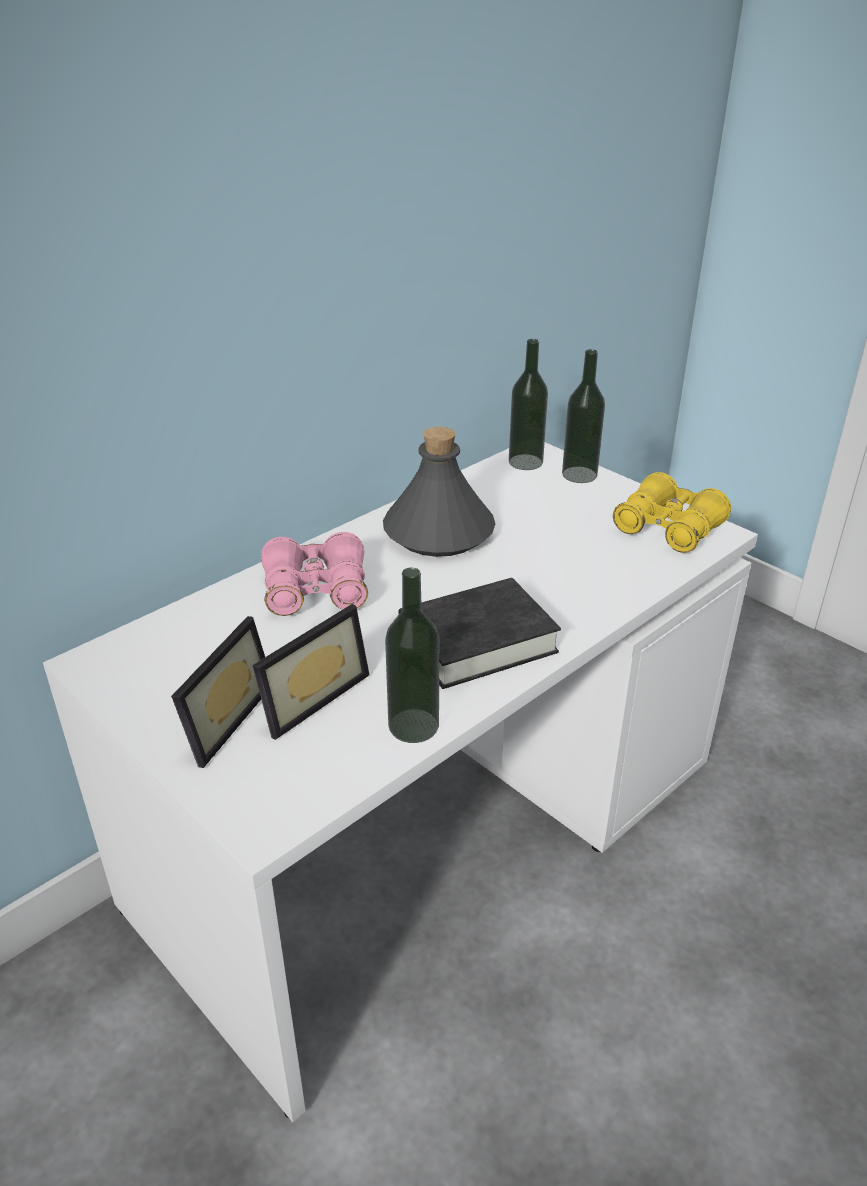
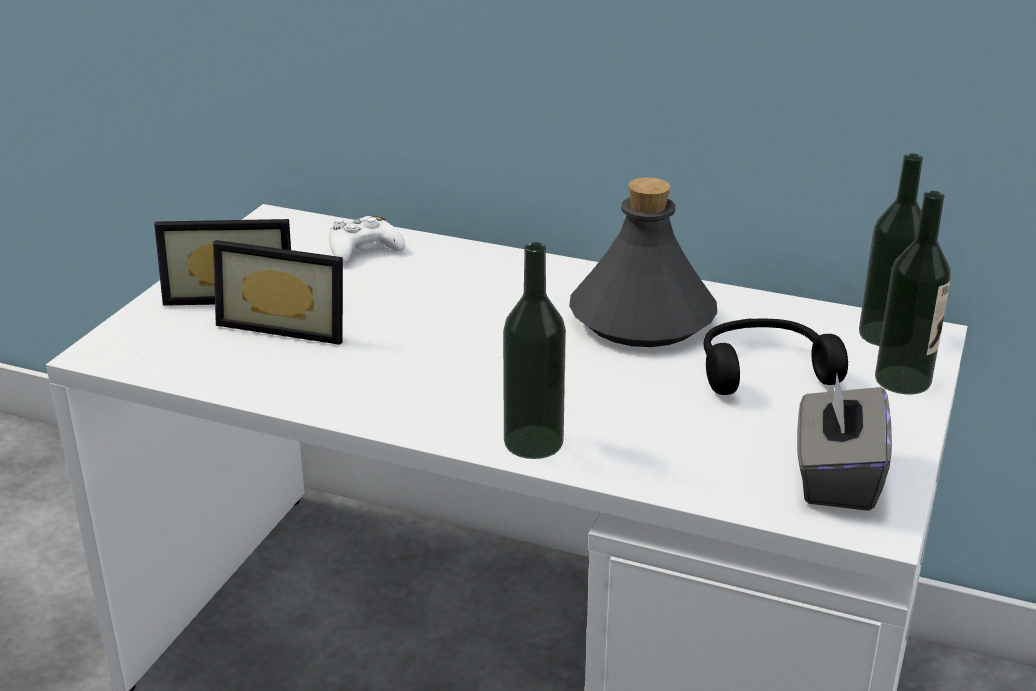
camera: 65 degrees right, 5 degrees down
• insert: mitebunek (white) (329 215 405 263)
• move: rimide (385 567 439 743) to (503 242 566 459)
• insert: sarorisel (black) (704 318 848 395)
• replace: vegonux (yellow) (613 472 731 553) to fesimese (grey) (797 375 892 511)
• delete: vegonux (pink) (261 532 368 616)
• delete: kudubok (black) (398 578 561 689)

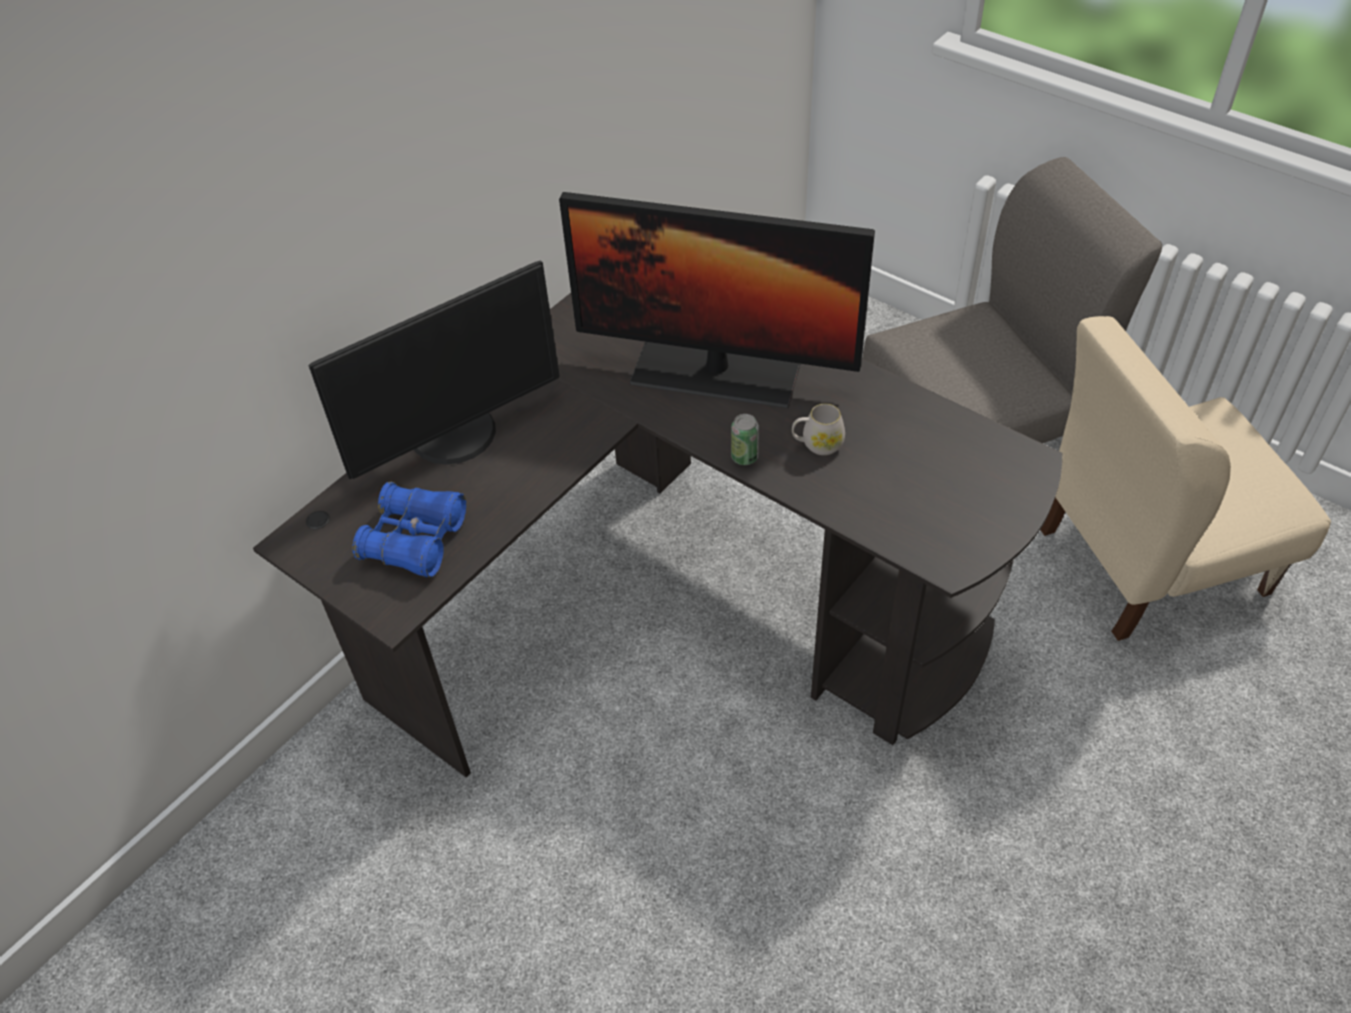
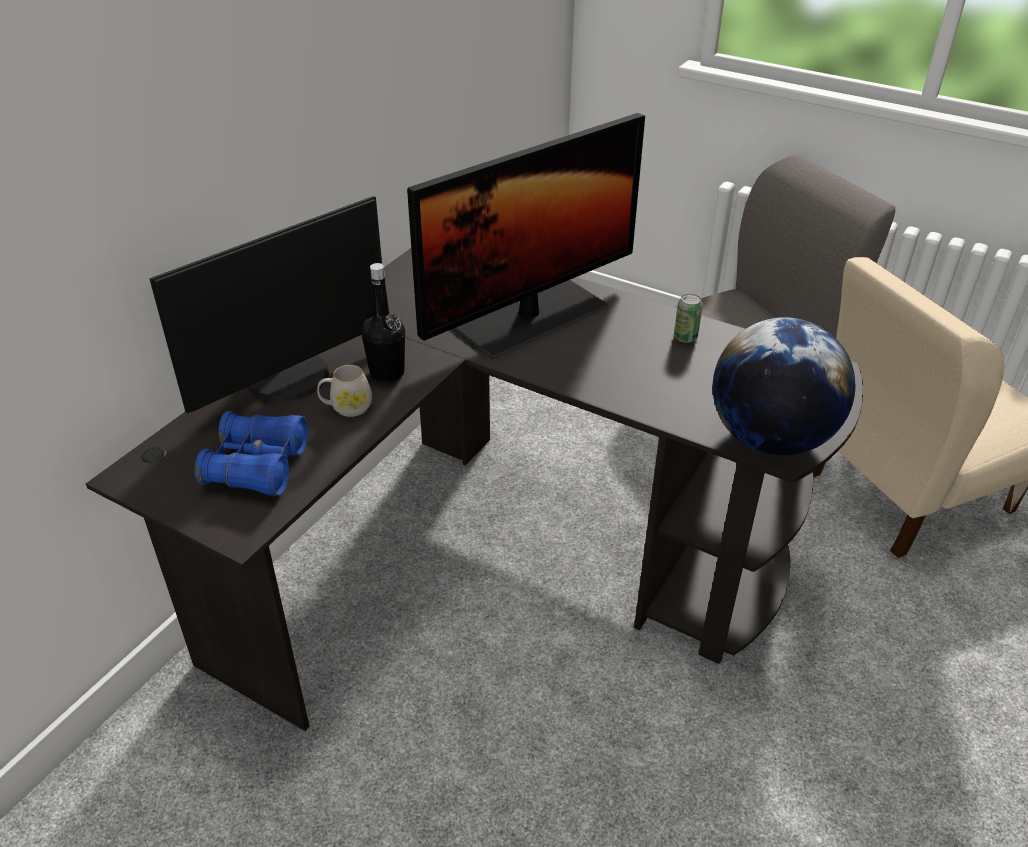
camera: 10 degrees left, 10 degrees down
• move: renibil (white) (792 404 845 455) to (317 365 372 417)
• insert: rimide (black) (361 263 405 382)
• rotate: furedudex (559 192 875 408) = (407 113 645 359) 45 degrees counterclockwise
• move: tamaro (731 414 759 465) to (674 294 703 343)
• insert: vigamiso (713 317 855 455)

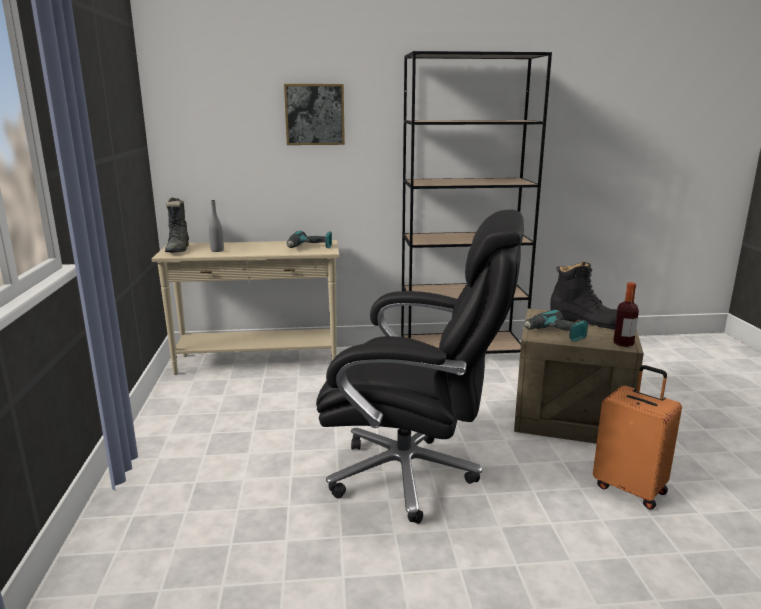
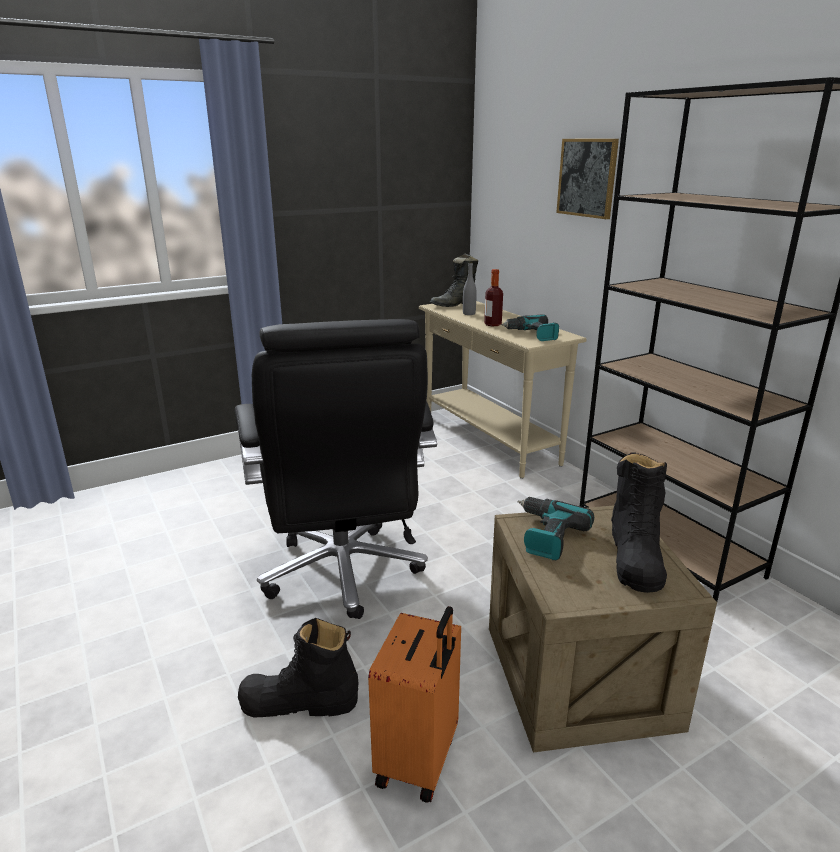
camera: 65 degrees right, 5 degrees up
• insert: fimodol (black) (238 618 358 717)
• move: rimide (613 282 639 347) to (484 269 503 326)

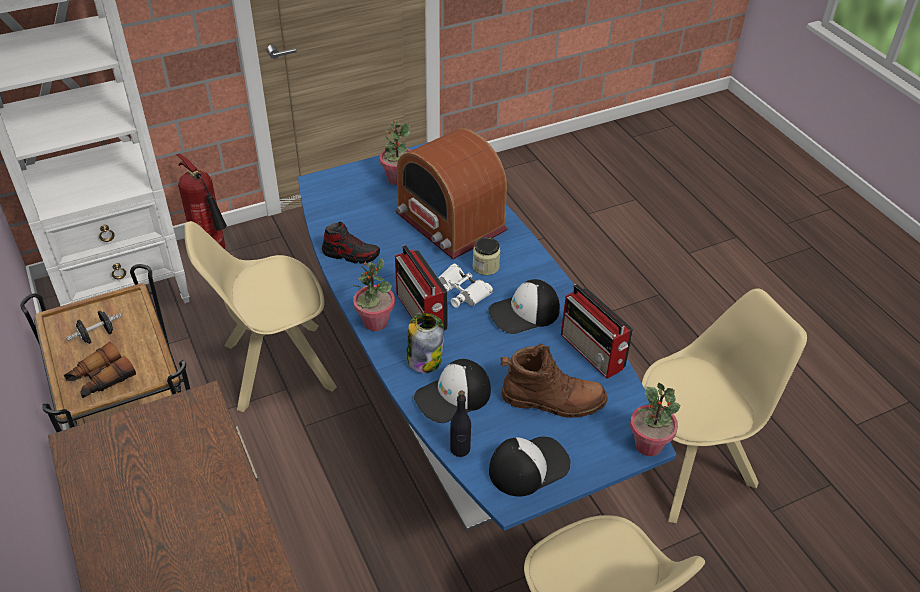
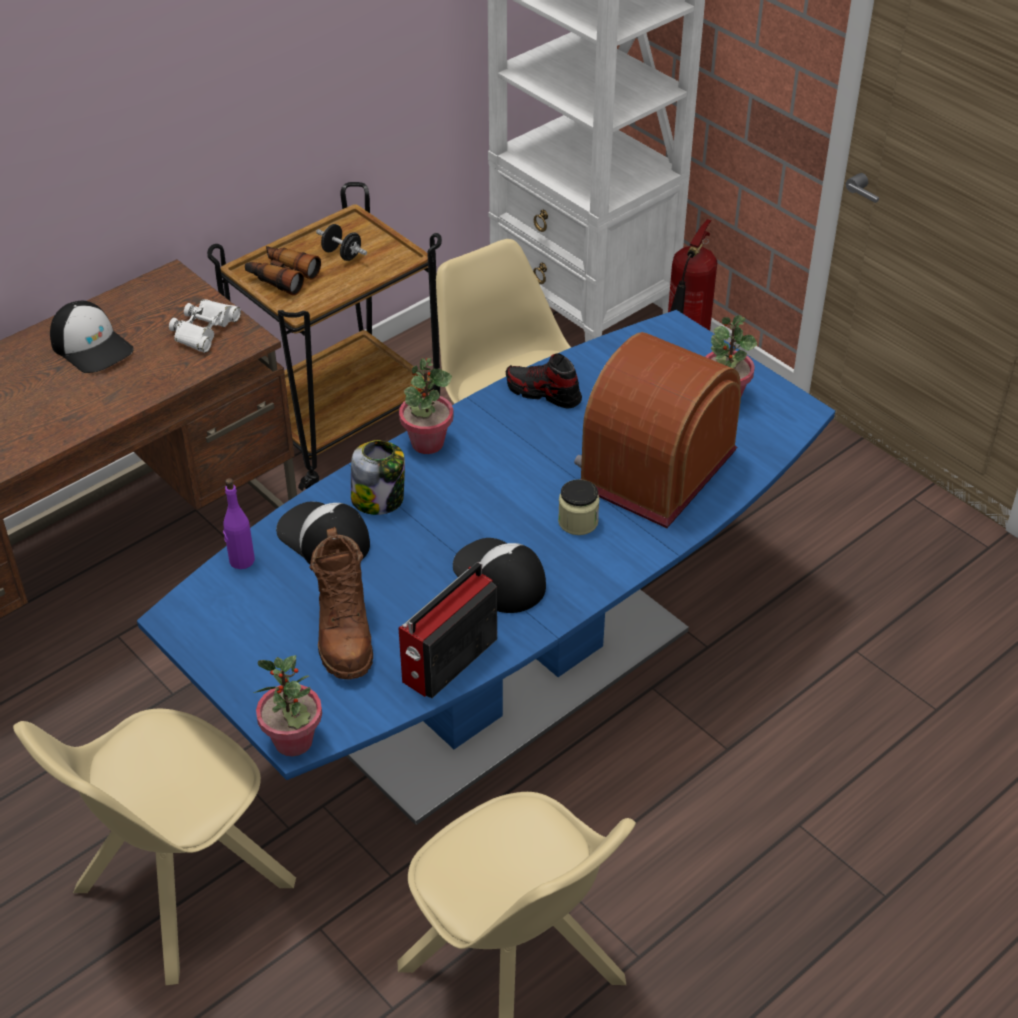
camera: 75 degrees right, 0 degrees up
• move: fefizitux (489 436 571 496) to (50 301 134 373)
• move: vegonux (white) (438 264 493 308) to (169 299 241 353)
• recolor: rimide (black) (450 390 471 457) to rimide (purple) (223 478 255 569)
• rotate: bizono (322 222 380 264) = (506 353 582 409) 120 degrees clockwise
• delete: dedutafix (395 245 448 331)

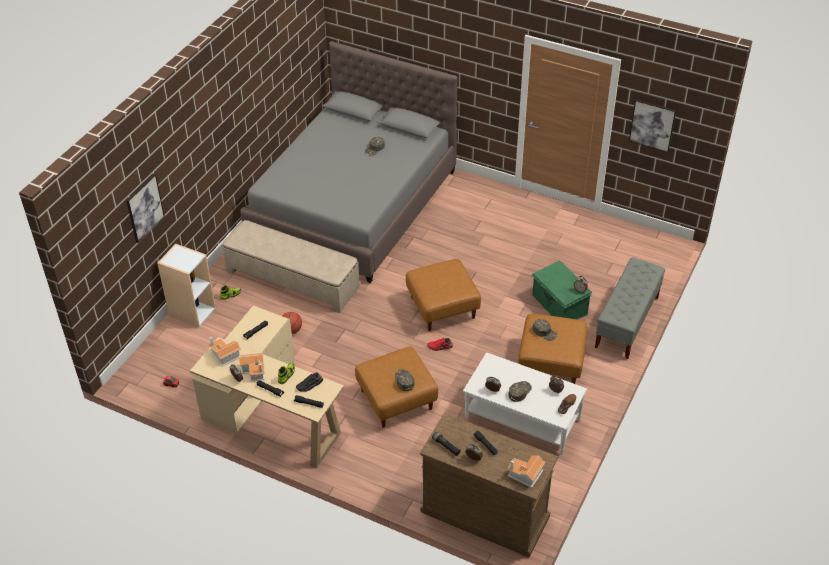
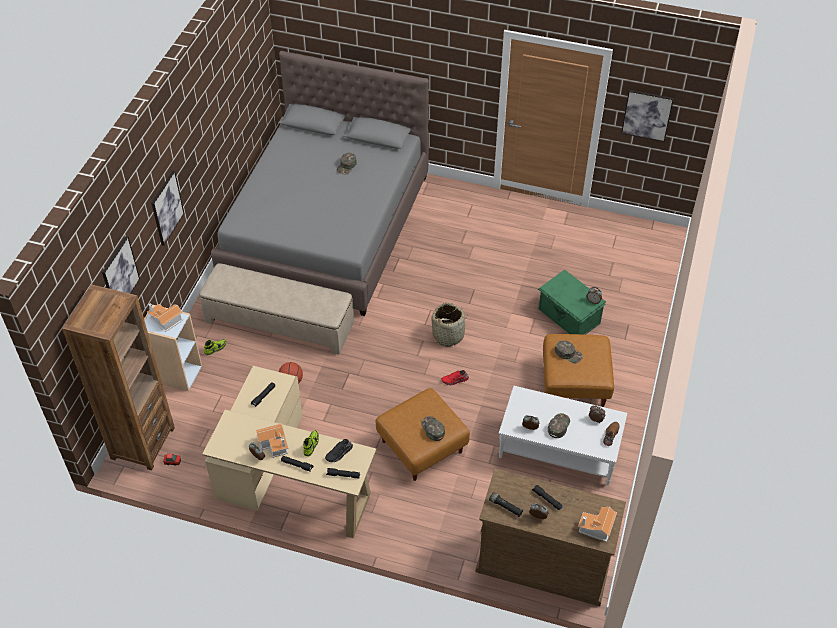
camera: 10 degrees left, 5 degrees up
• insert: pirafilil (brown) (62 284 175 470)
• move: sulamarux (208 337 241 366) to (147 303 183 332)
• insert: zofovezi (151 171 184 246)
• replace: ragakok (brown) (406 259 481 331) to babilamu (432 302 465 347)
• delete: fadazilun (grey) (595 257 665 359)

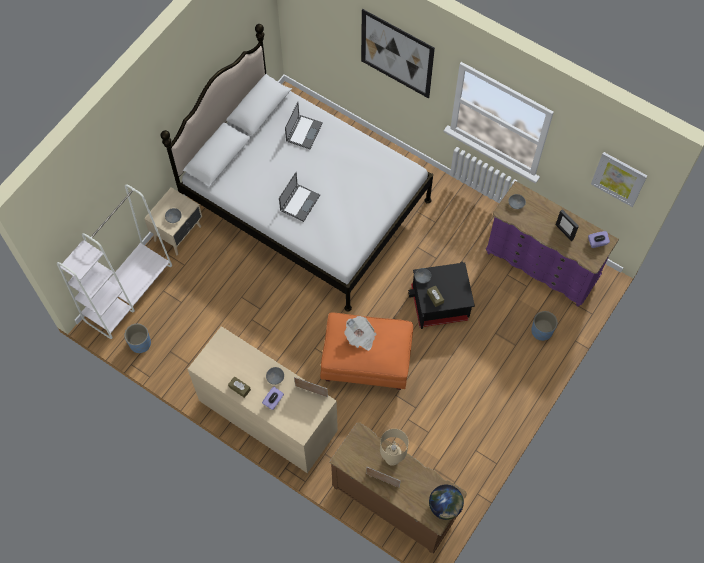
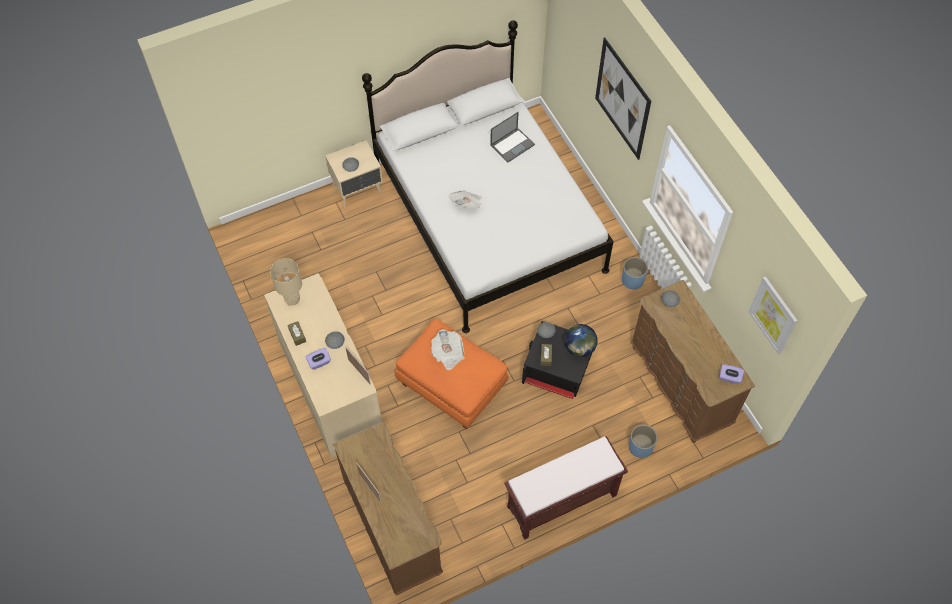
camera: 30 degrees right, 5 degrees down
• move: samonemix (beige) (380 429 408 466) to (270 258 302 306)
• replace: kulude (279 172 320 222) to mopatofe (450 190 482 209)
• insert: fadazilun (brown) (504 436 628 540)
• move: vigamiso (429 485 464 520) to (564 324 598 357)
• move: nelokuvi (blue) (124 324 151 353) to (622 257 648 289)
• recolor: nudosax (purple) (486 181 619 307) to nudosax (brown) (631 280 755 443)
• delete: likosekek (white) (57 184 172 339)
• delete: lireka (556 209 579 241)

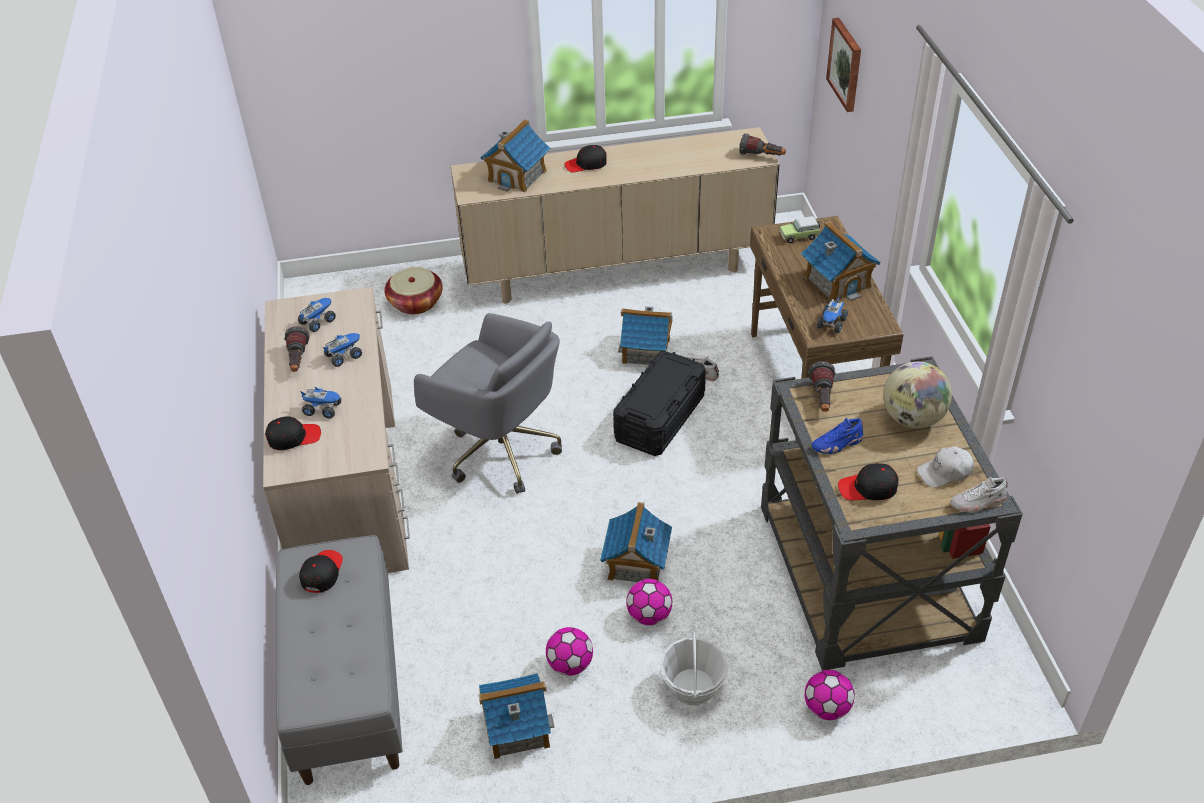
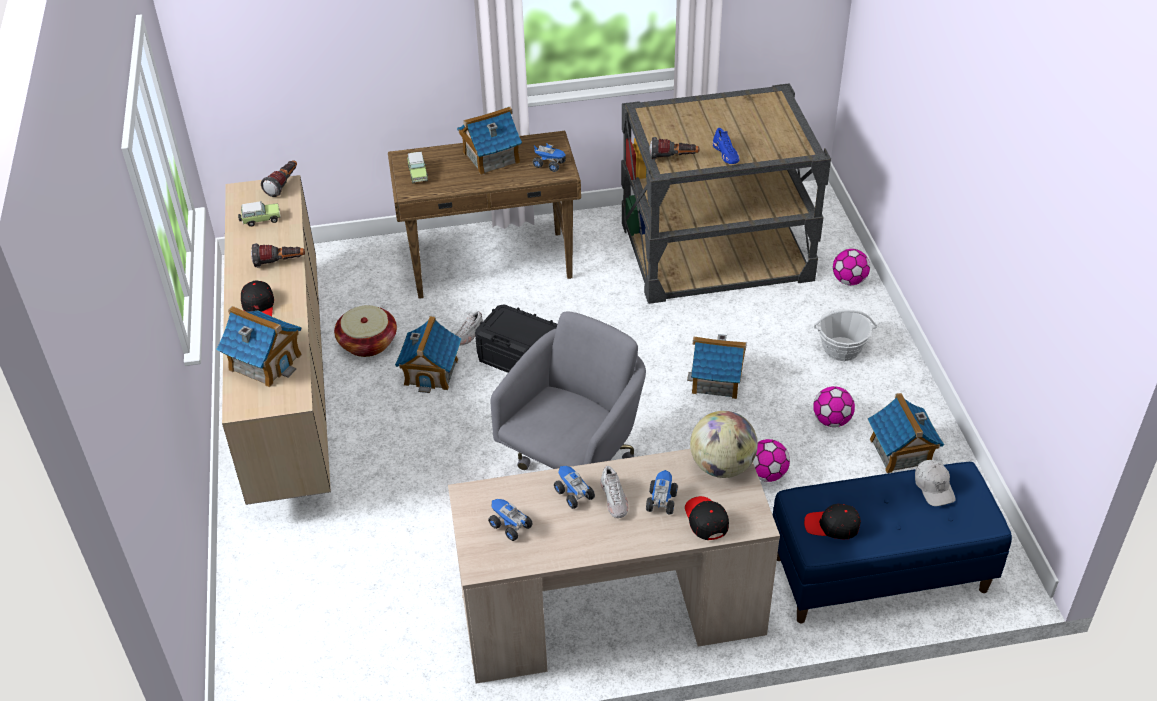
camera: 90 degrees left, 0 degrees up
• insert: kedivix (238 201 281 227)
• move: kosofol (284 327 310 372) to (251 243 305 268)
• move: babilamu (384 267 443 314) to (334 305 397 357)
• move: bizono (white) (950 476 1008 513) to (600 465 629 518)
• move: vigamiso (883 362 952 428) to (690 411 758 478)
• move: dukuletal (626 579 672 625) to (753 439 790 482)
• recolor: fadazilun (grey) (276 535 403 785) to fadazilun (blue) (773 462 1012 623)
• move: fefizitux (white) (917 446 974 487) to (915 460 956 506)
• delete: zofovezi (826 18 861 112)
• delete: fefizitux (black) (838 463 898 501)

